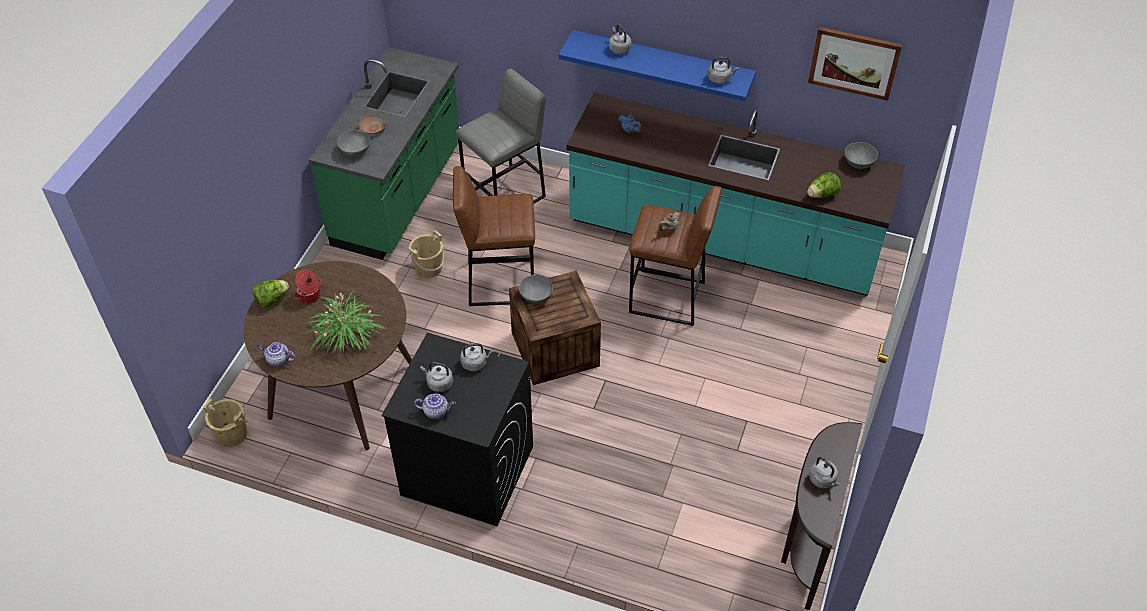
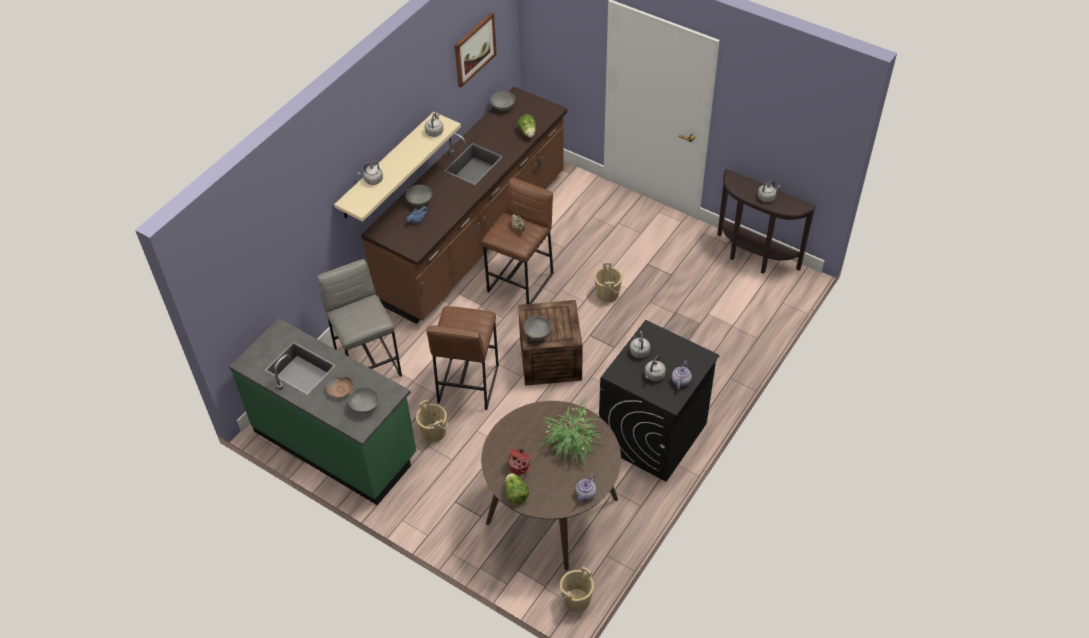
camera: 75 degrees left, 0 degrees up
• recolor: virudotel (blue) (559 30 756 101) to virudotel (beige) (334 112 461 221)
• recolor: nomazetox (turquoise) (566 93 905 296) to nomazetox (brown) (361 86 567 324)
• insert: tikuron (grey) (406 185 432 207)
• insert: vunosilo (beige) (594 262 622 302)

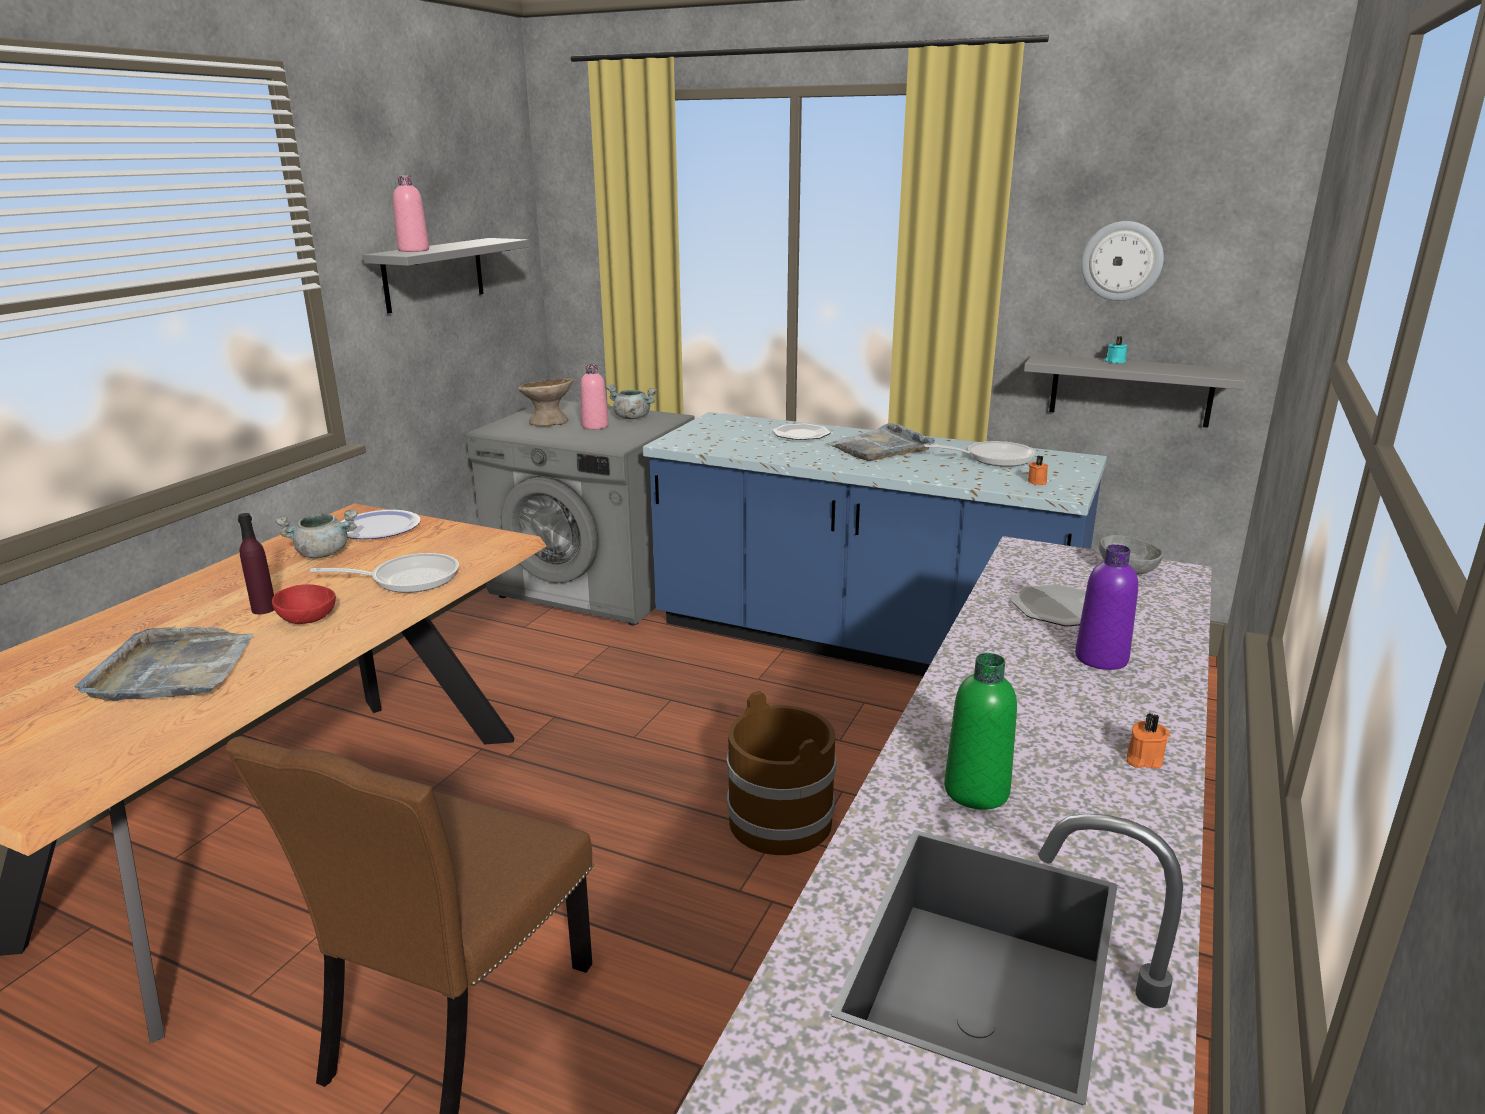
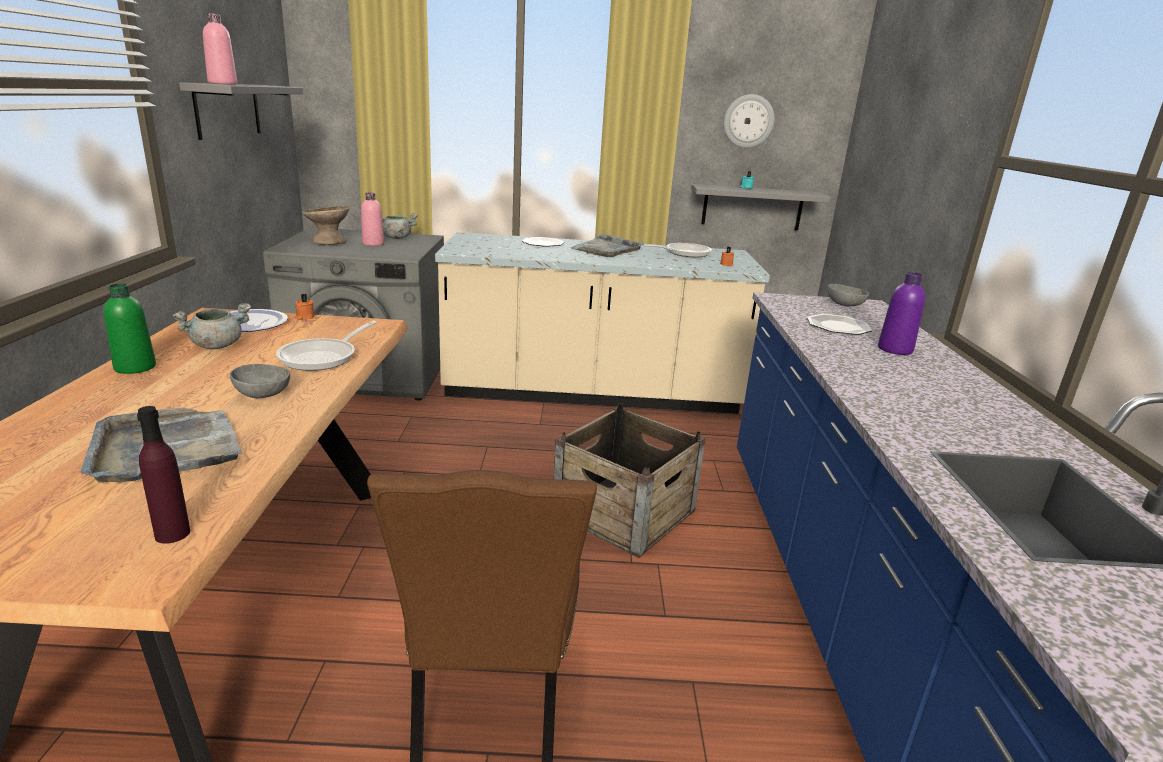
camera: 25 degrees left, 0 degrees up
• move: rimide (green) (944 653 1017 810) to (103 284 156 374)
• move: rimide (purple) (238 513 274 614) to (137 406 190 544)
• recolor: tikuron (red) (272 584 336 624) to tikuron (grey) (230 364 290 398)
• rotate: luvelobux (310 553 459 593) = (276 321 377 371) 150 degrees clockwise
• move: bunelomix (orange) (1126 713 1170 769) to (295 294 314 320)
• recolor: nomazetox (blue) (643 412 1107 676) to nomazetox (beige) (435 232 770 414)
• replace: vunosilo (brown) (727 691 836 855) to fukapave (554 403 706 558)

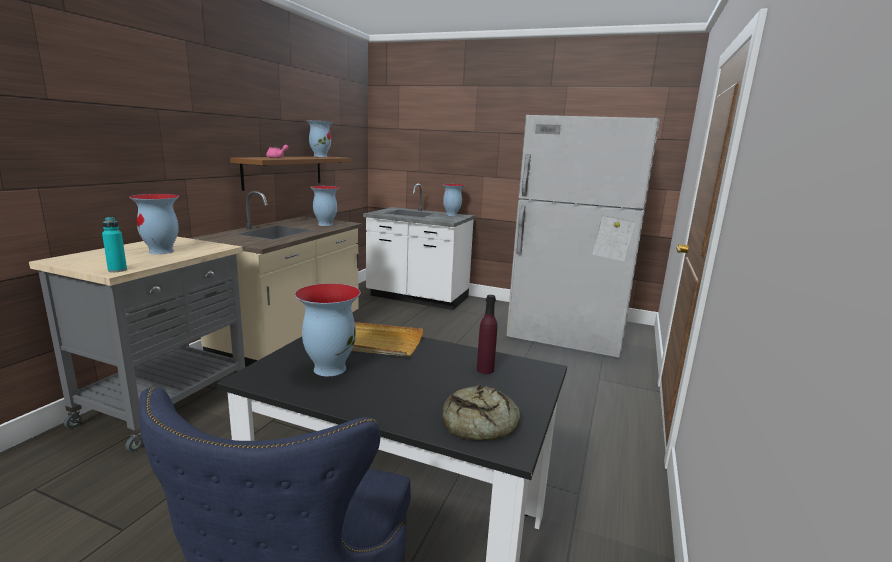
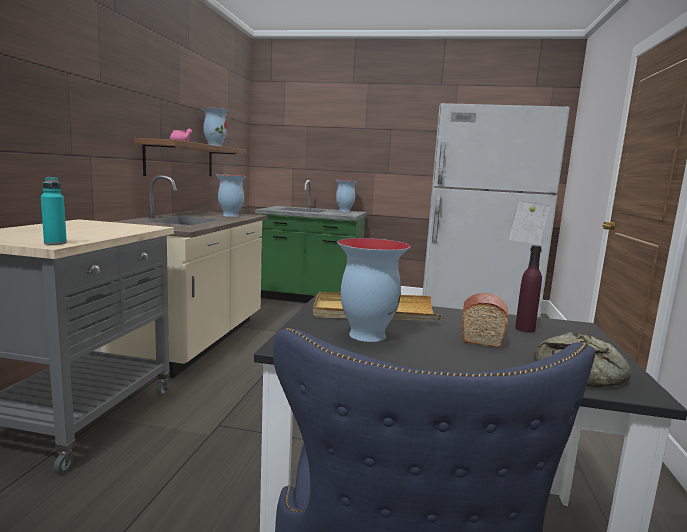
camera: 10 degrees left, 5 degrees down
• recolor: nomazetox (white) (363 184 475 310) to nomazetox (green) (255 180 367 303)
• insert: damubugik (462 293 508 348)
• delete: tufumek (129 194 179 254)

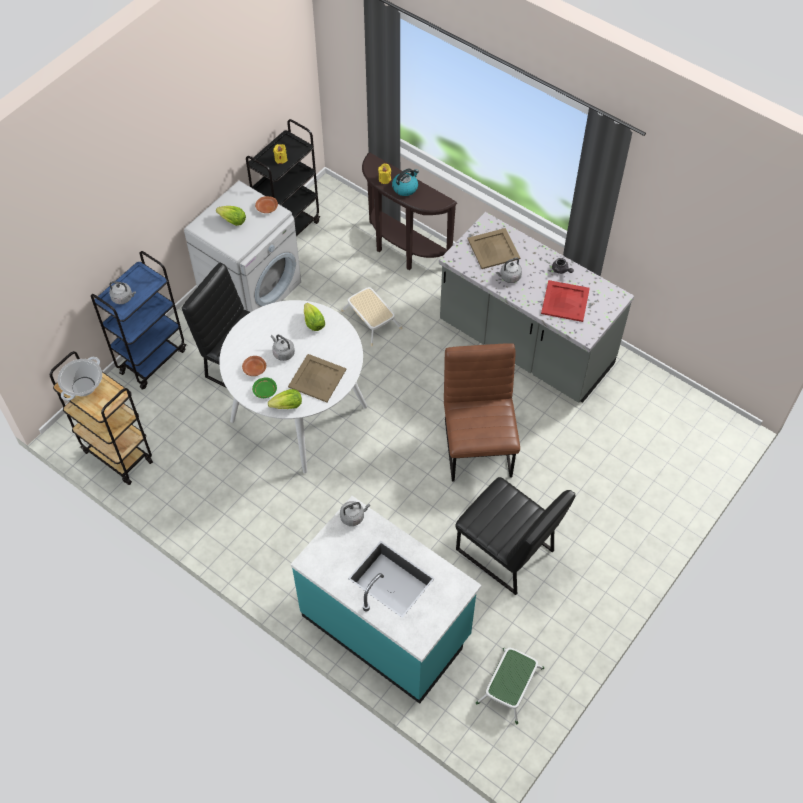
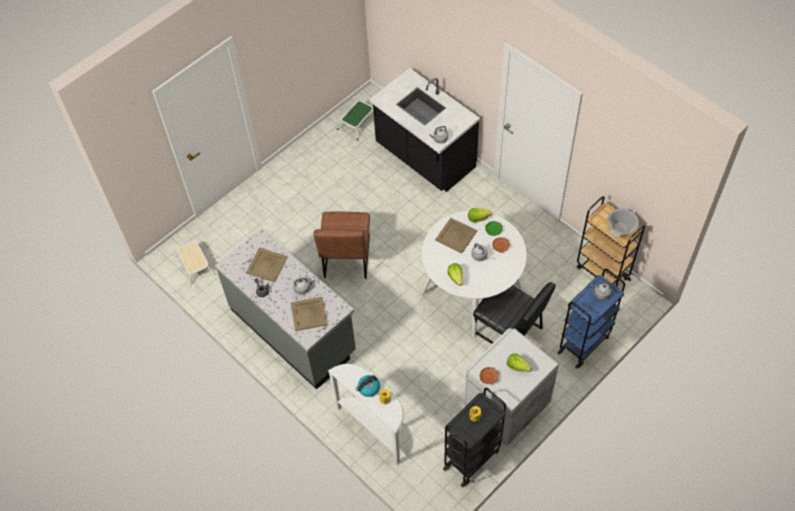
camera: 170 degrees left, 0 degrees up
• move: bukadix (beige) (341 287 402 347) to (175 241 217 287)
• recolor: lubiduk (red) (541 280 590 322) to lubiduk (beige) (246 248 288 282)
• recolor: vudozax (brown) (362 152 458 270) to vudozax (white) (328 364 404 464)
• recolor: nomazetox (turquoise) (291 496 482 704) to nomazetox (black) (369 68 480 192)
• delete: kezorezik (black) (455 477 576 595)

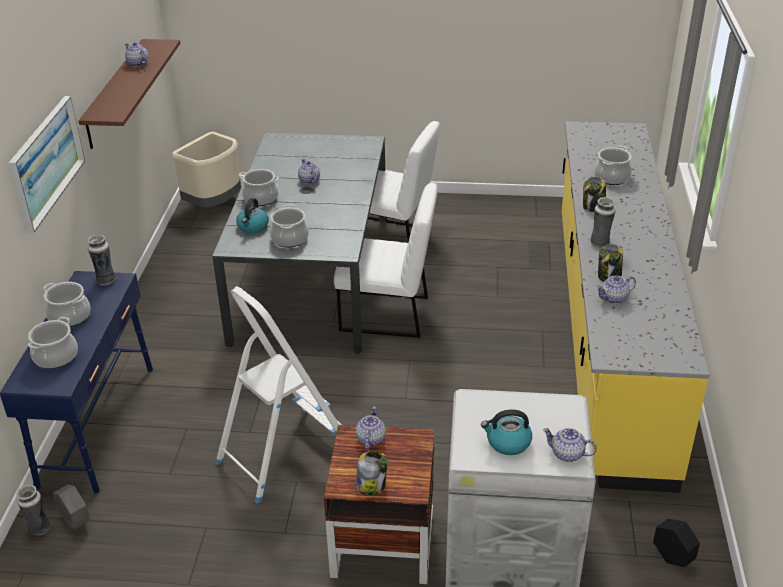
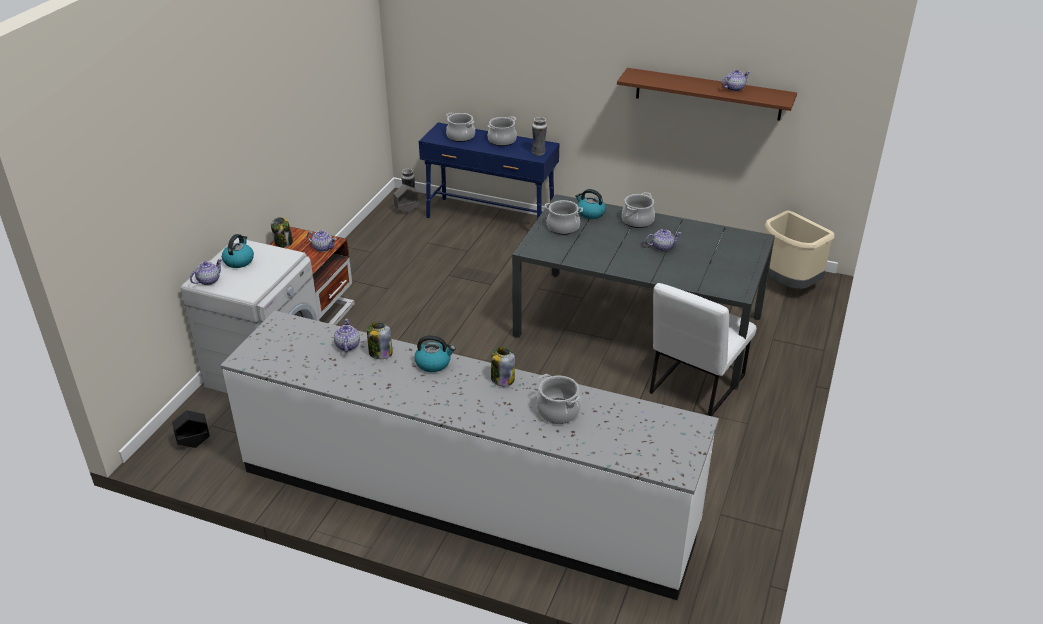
camera: 105 degrees right, 0 degrees up
• recolor: nomazetox (yellow) (562 121 710 493) to nomazetox (white) (220 310 719 600)
• replace: tufumek (590 197 615 248) to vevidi (415 335 456 372)
• delete: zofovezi (9 96 85 233)
• delete: bukadix (white) (215 286 342 503)
• delete: kezorezik (white) (334 183 438 338)

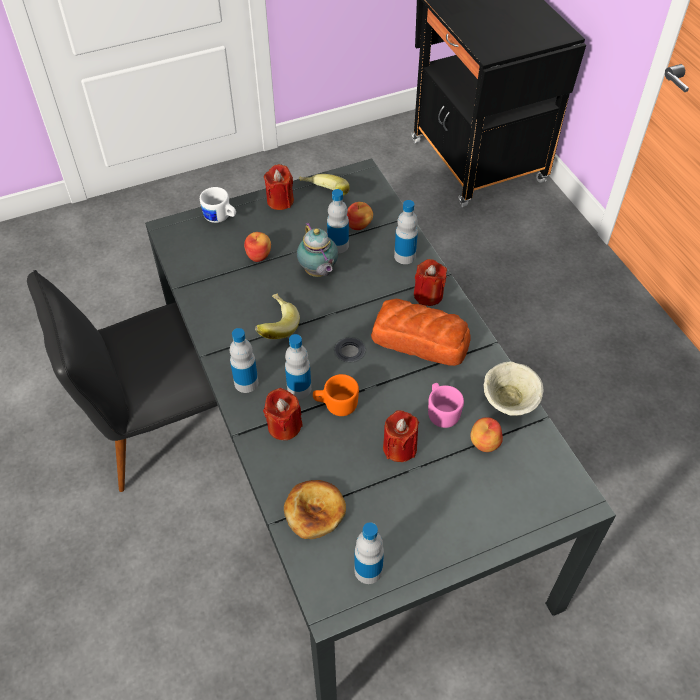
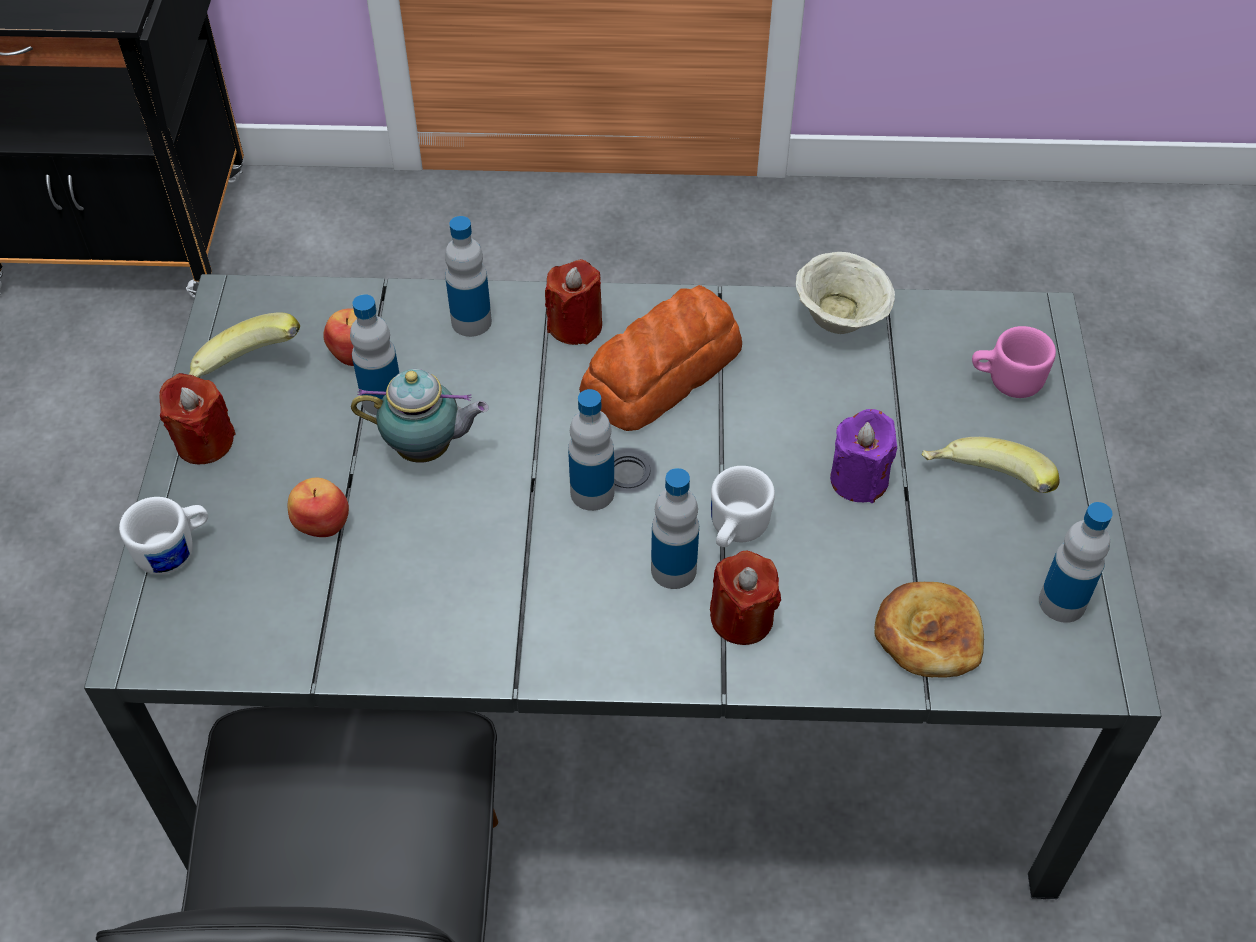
camera: 65 degrees left, 0 degrees up
• move: rimide (230 328 259 393) to (568 389 615 511)
• recolor: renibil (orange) (313 374 359 416) to renibil (white) (711 466 775 547)
• recolor: bunelomix (red) (383 410 419 462) to bunelomix (purple) (830 409 897 503)
• move: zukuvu (255 293 300 339) to (922 437 1060 493)
• move: renibil (pink) (428 383 464 428) to (972 326 1056 398)
• delete: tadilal (470 417 503 452)

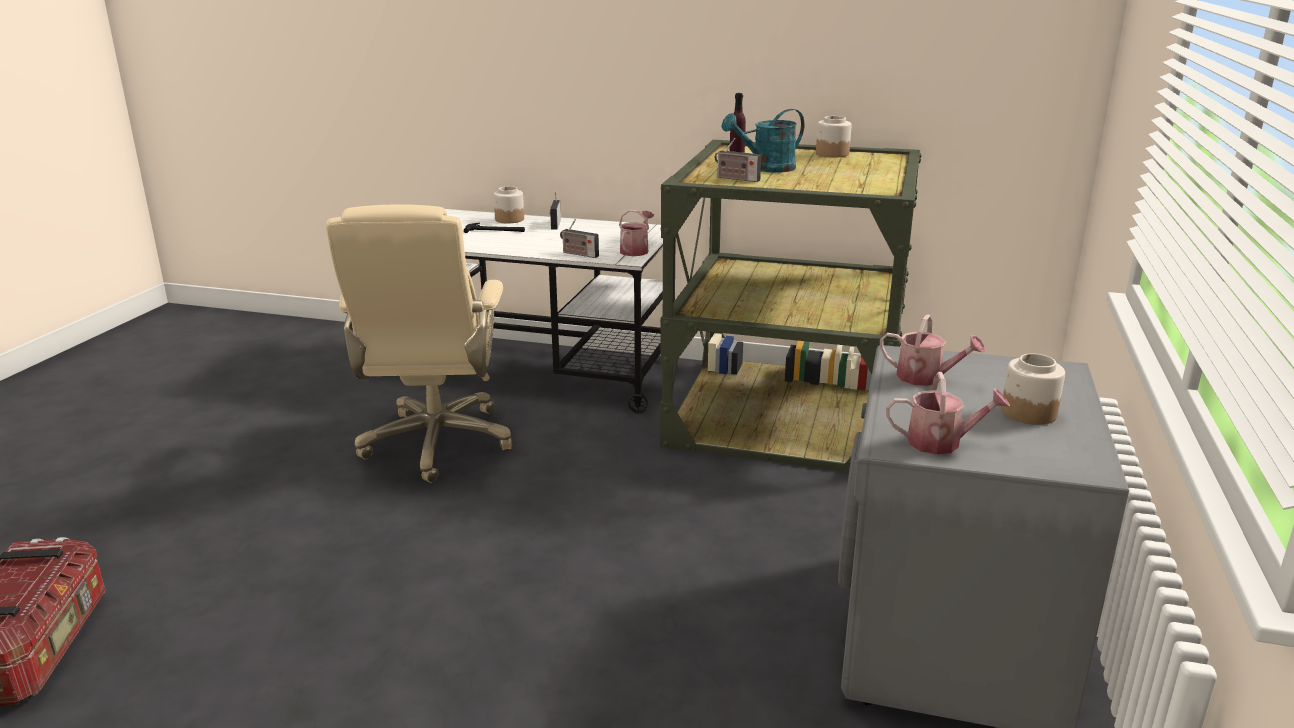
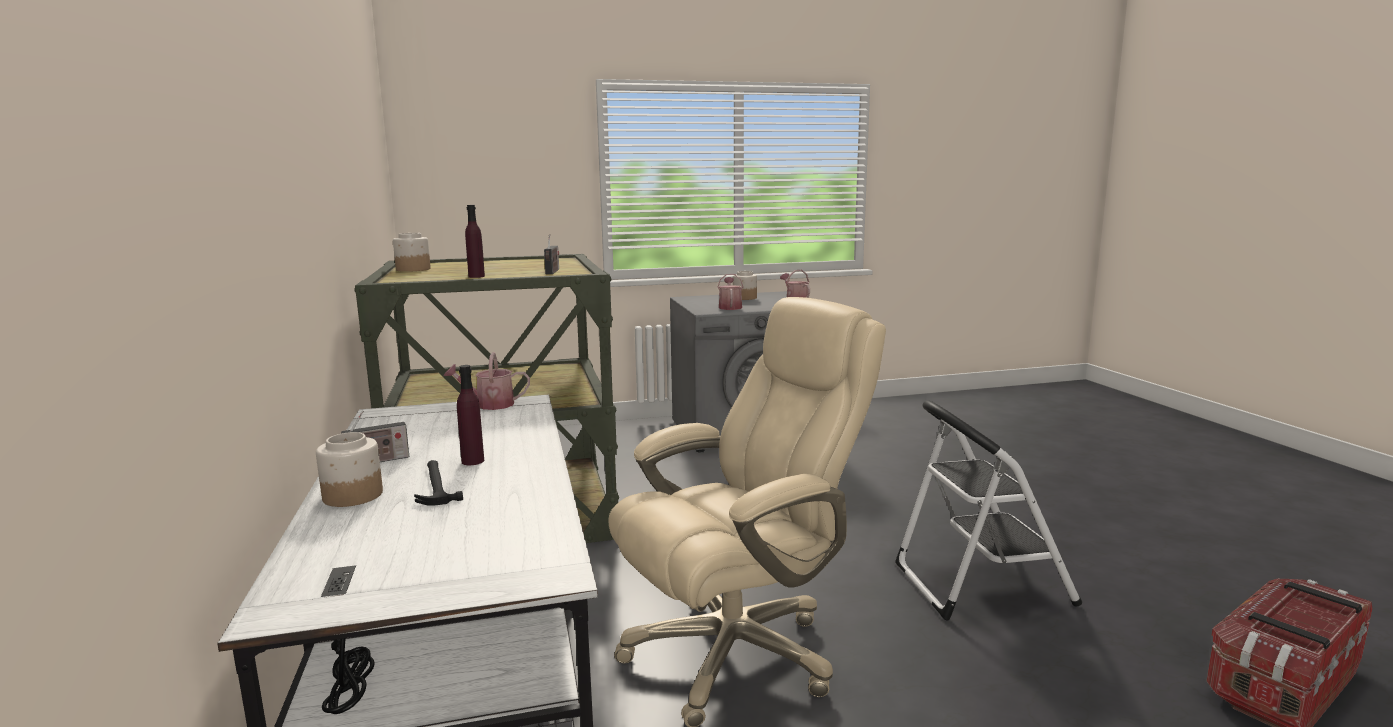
camera: 120 degrees left, 10 degrees down
• insert: rimide (purple) (457 365 484 465)
• insert: bukadix (895 400 1082 621)
• delete: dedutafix (560 219 599 258)
• delete: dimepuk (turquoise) (721 109 804 173)

